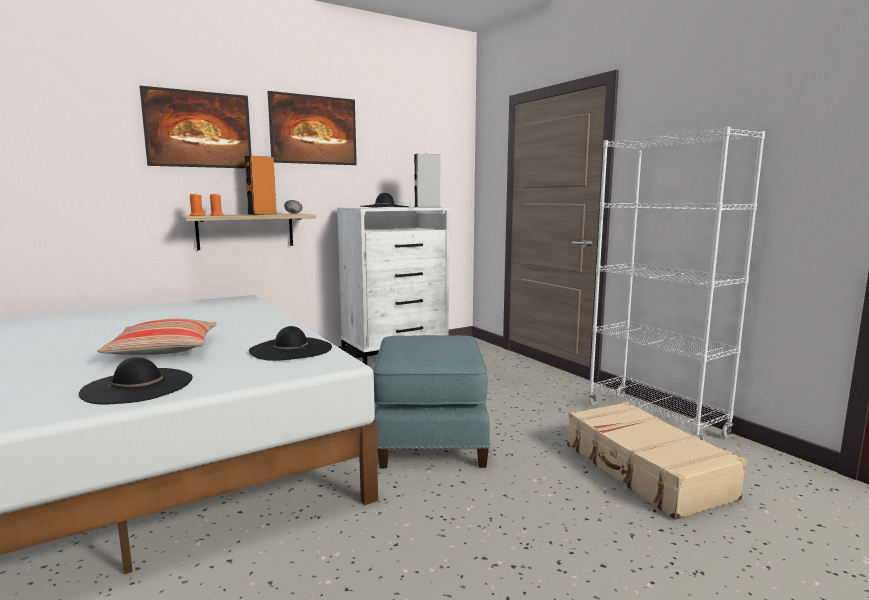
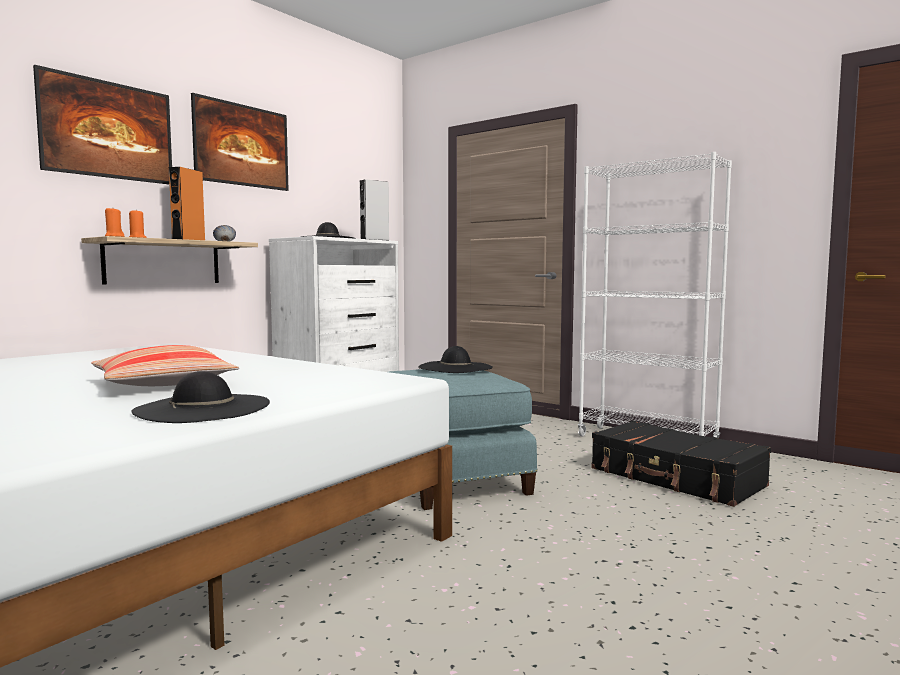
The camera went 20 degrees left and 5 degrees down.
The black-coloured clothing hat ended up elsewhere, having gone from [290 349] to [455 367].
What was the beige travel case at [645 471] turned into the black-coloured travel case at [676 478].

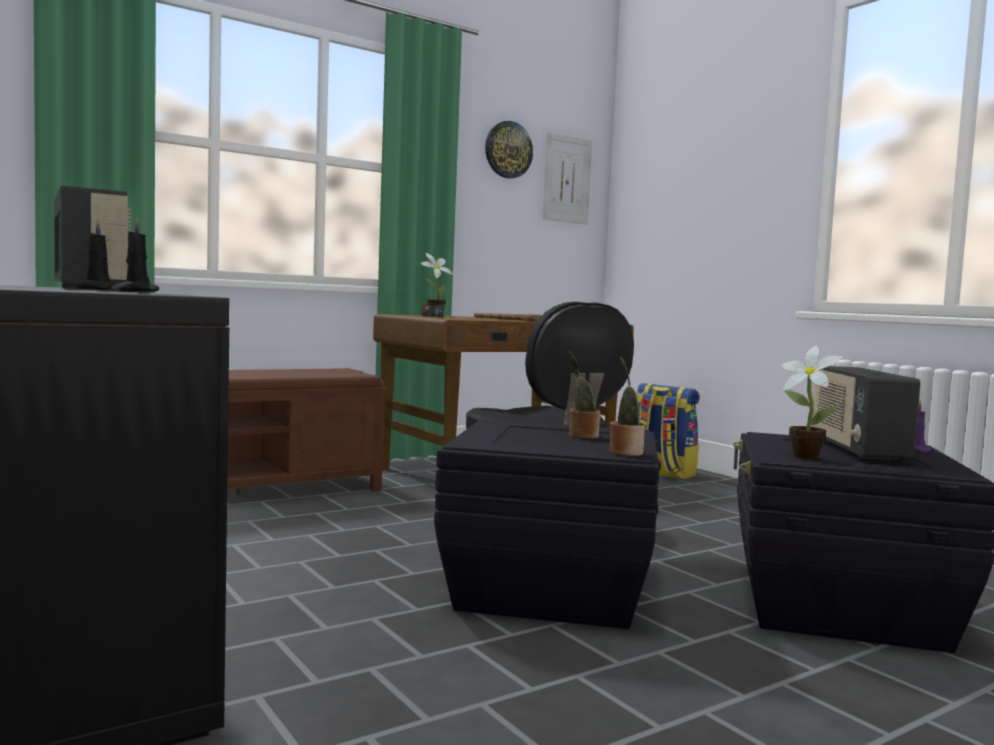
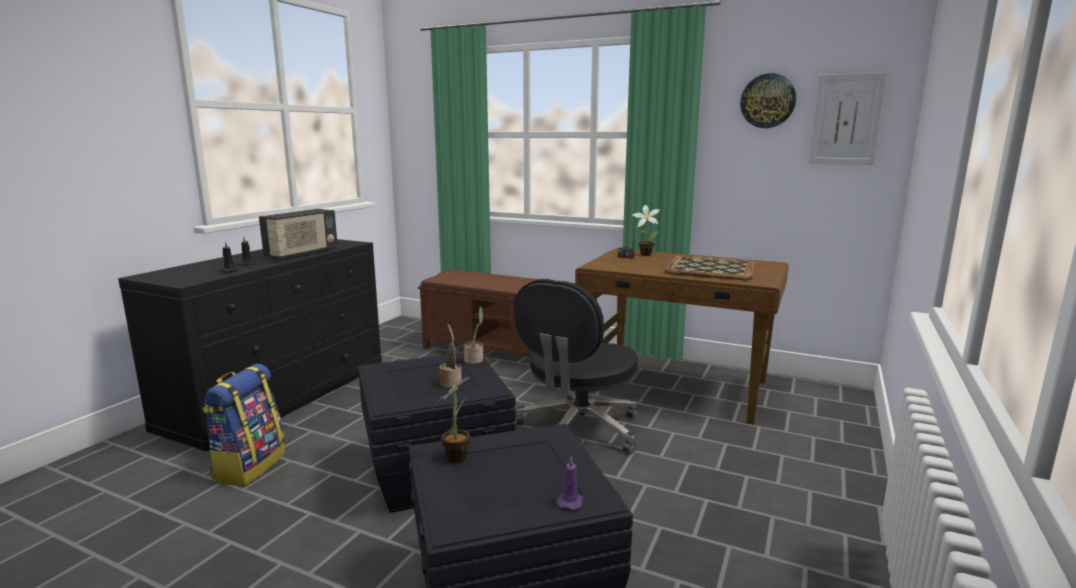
The camera went 60 degrees right and 10 degrees up.
The plant in a pot ended up elsewhere, having gone from [625 452] to [474 360].
The second view lost the radio receiver at [855 449].
The rucksack ended up elsewhere, having gone from [661 473] to [249 466].

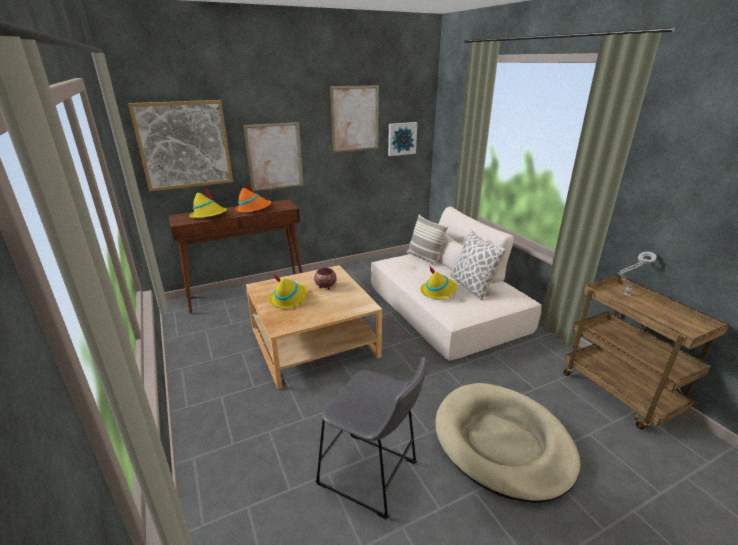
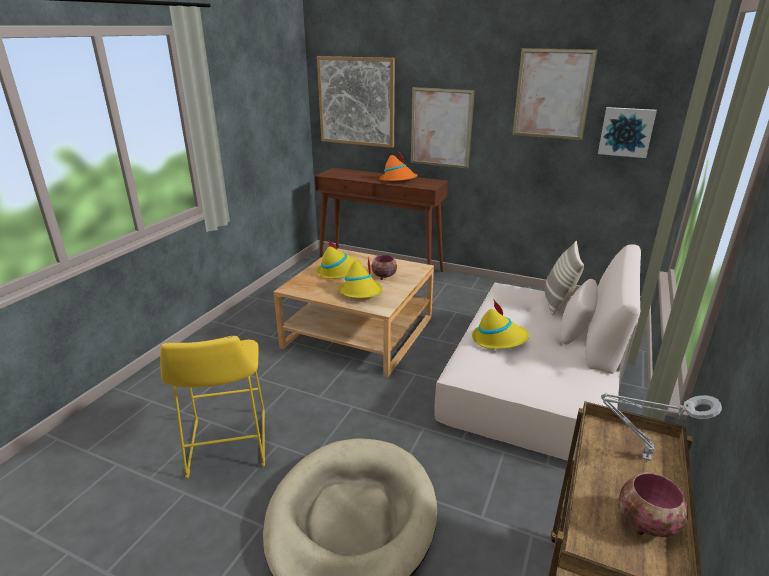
The camera went 50 degrees right and 0 degrees up.
The yellow clothing hat ended up elsewhere, having gone from [209 215] to [360 292].
The second view lost the cushion at [472 286].
What was the greyish sitting stool at [372 476] turned into the yellow sitting stool at [227 447].
The second view gained the bowl at [646 524].

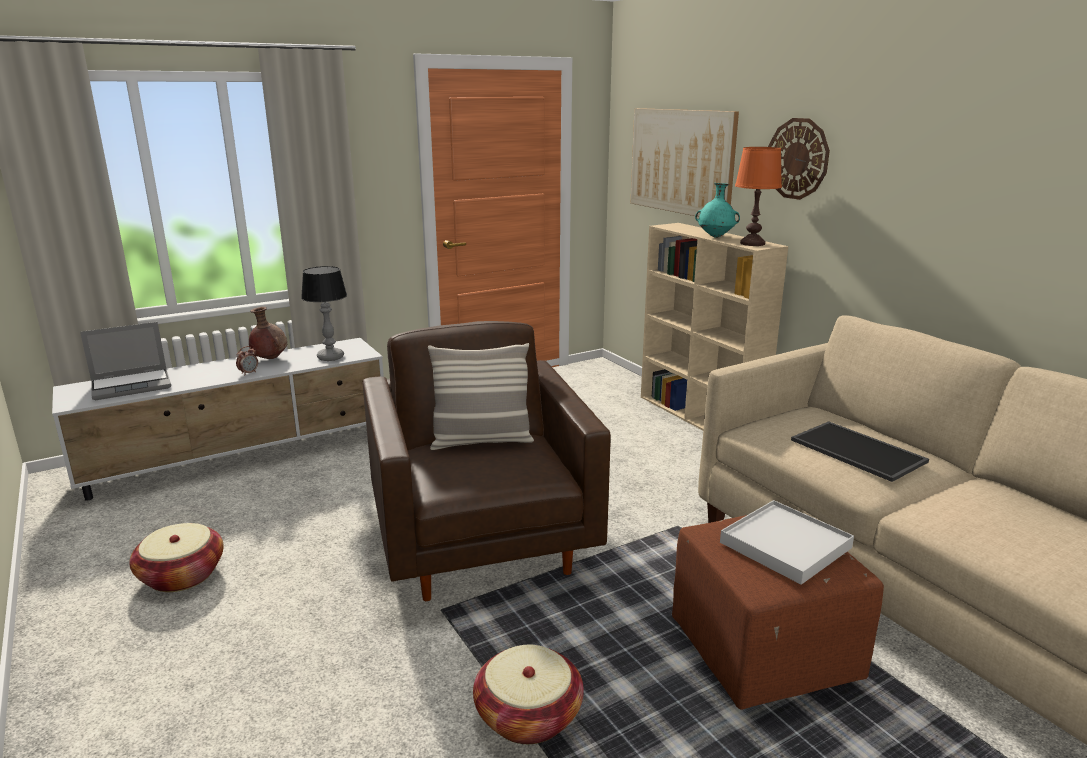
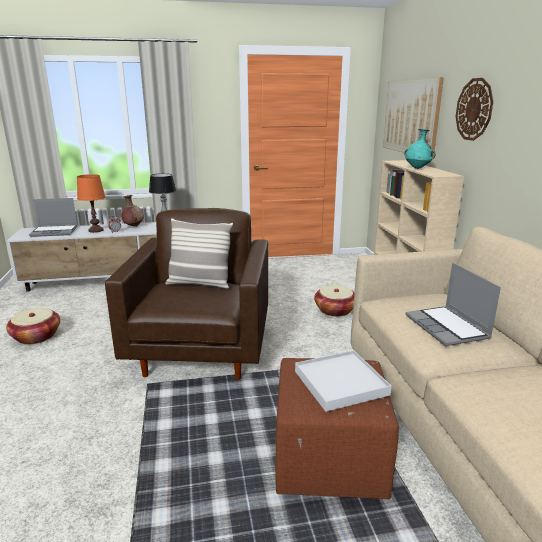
The camera went 20 degrees right and 0 degrees up.
The orangey lamp for a table ended up elsewhere, having gone from [752 244] to [96 230].
Where the tray stood at [859 451], the notebook computer came to stand at [448 327].
The household basket ended up elsewhere, having gone from [528 715] to [335 310].

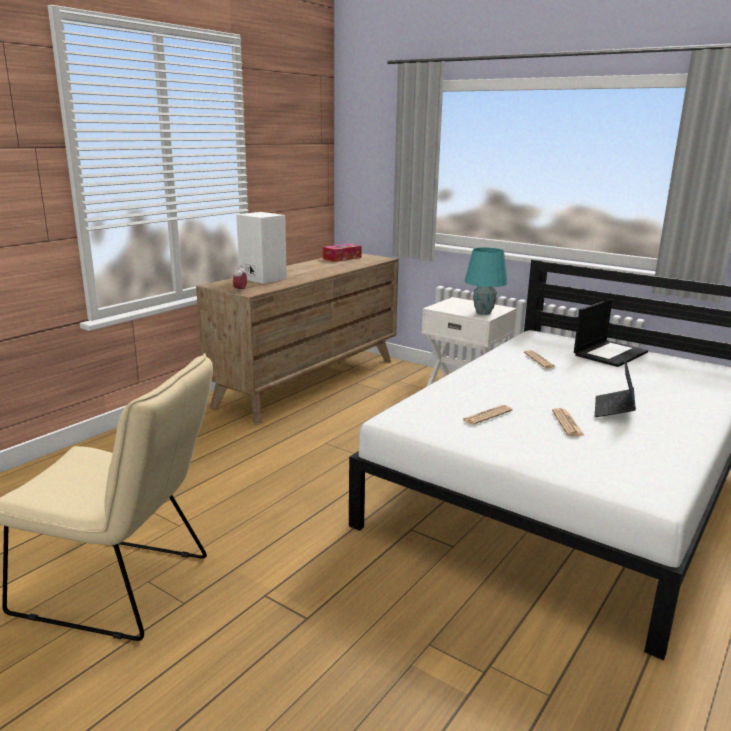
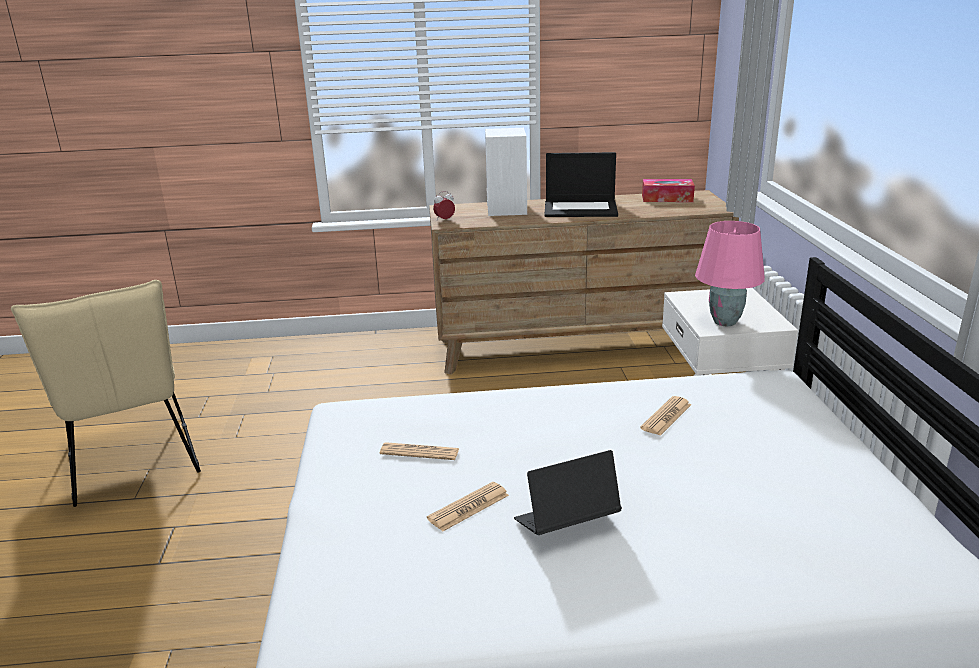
The camera went 50 degrees right and 5 degrees up.
What was the blue-green lamp for a table at [483 312] turned into the pink lamp for a table at [724 322].
The notebook computer ended up elsewhere, having gone from [610 353] to [581 209].

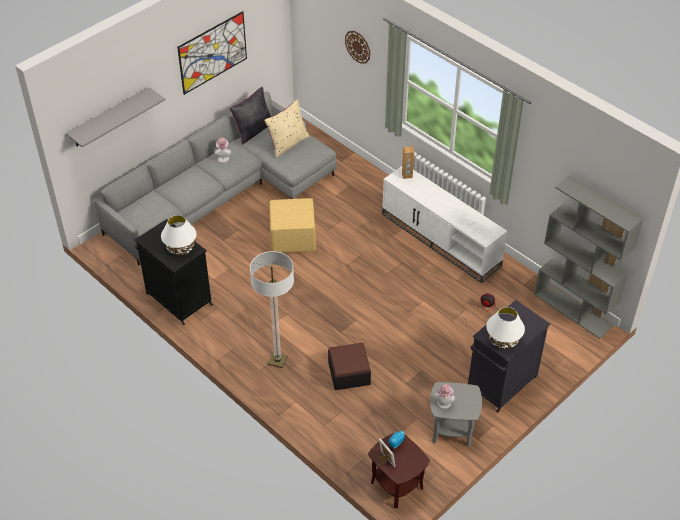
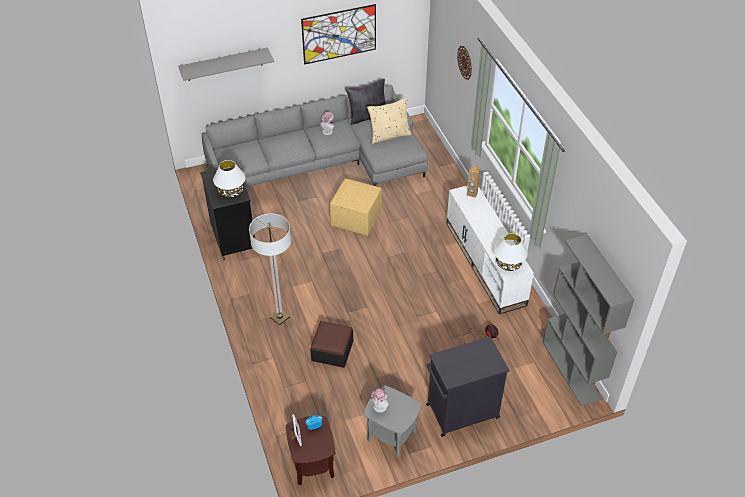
The camera went 25 degrees right and 0 degrees up.
The white lamp for a table ended up elsewhere, having gone from [503 340] to [508 263].

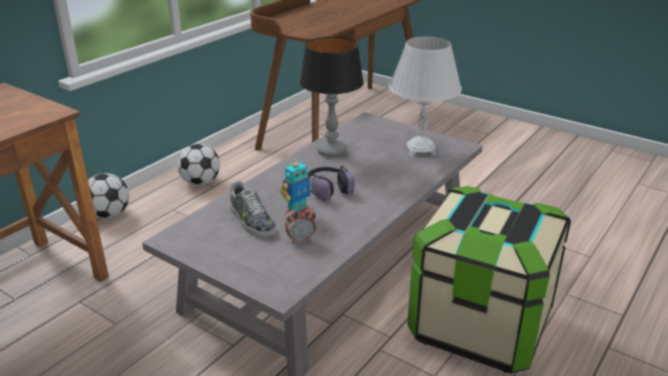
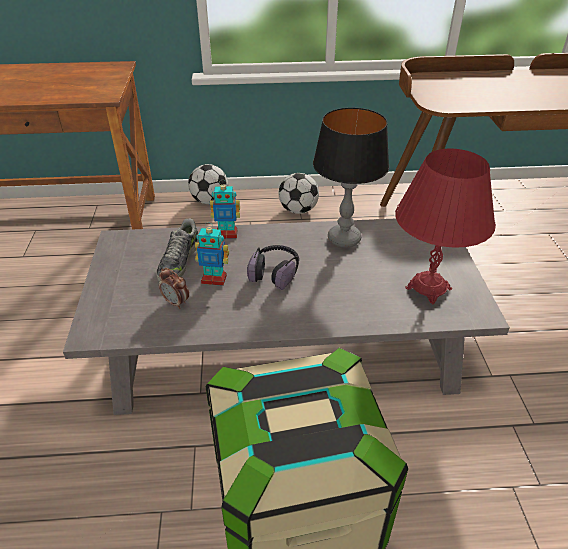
The camera went 50 degrees right and 10 degrees up.
What was the white lamp for a table at [420 149] turned into the red-coloured lamp for a table at [428 288].
The second view gained the model robot at [227 234].

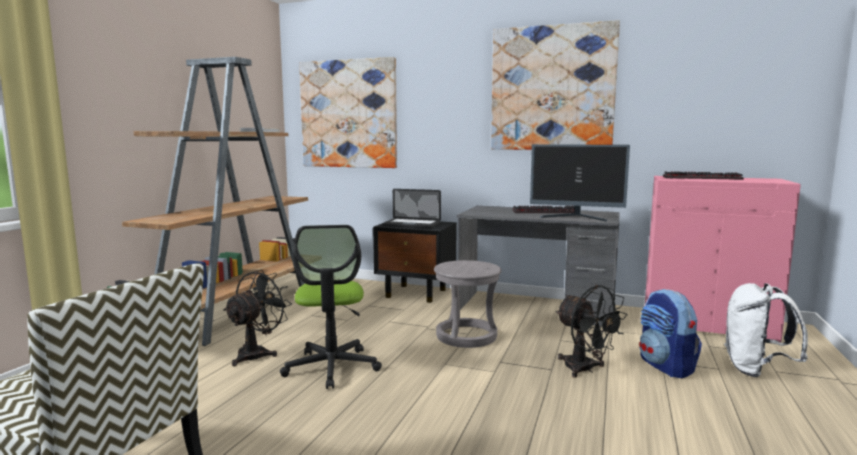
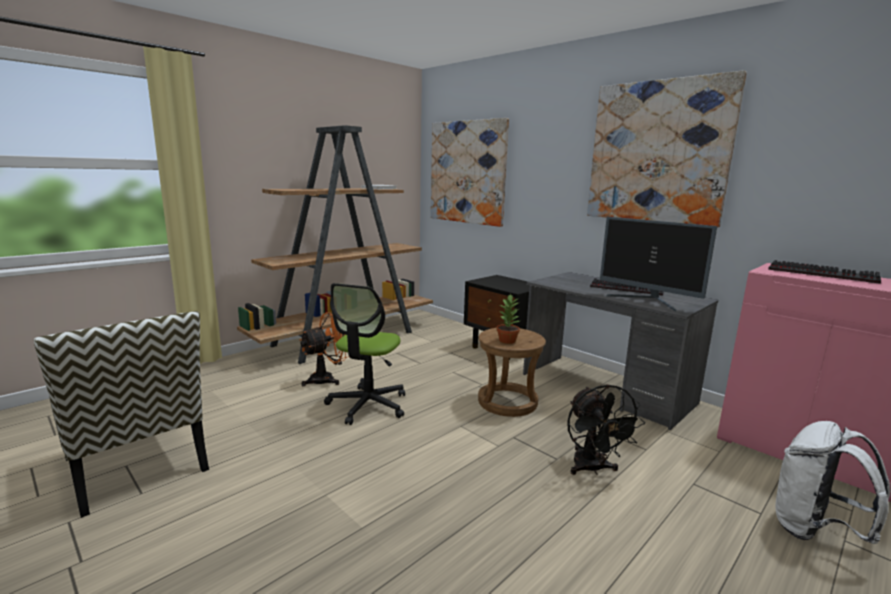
The camera went 25 degrees right and 5 degrees up.
The second view lost the notebook computer at [411 225].
What was the greyish sitting stool at [466 336] turned into the brown-coloured sitting stool at [507 402].
What was the black-coloured cooling fan at [257 353] turned into the orangey cooling fan at [327 379].
The second view lost the rucksack at [666 366].
The second view gained the plant in a pot at [507 341].

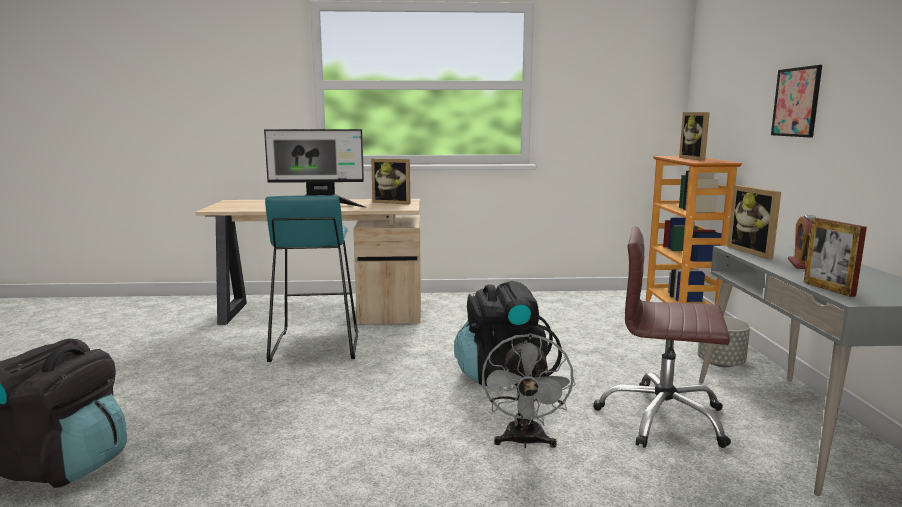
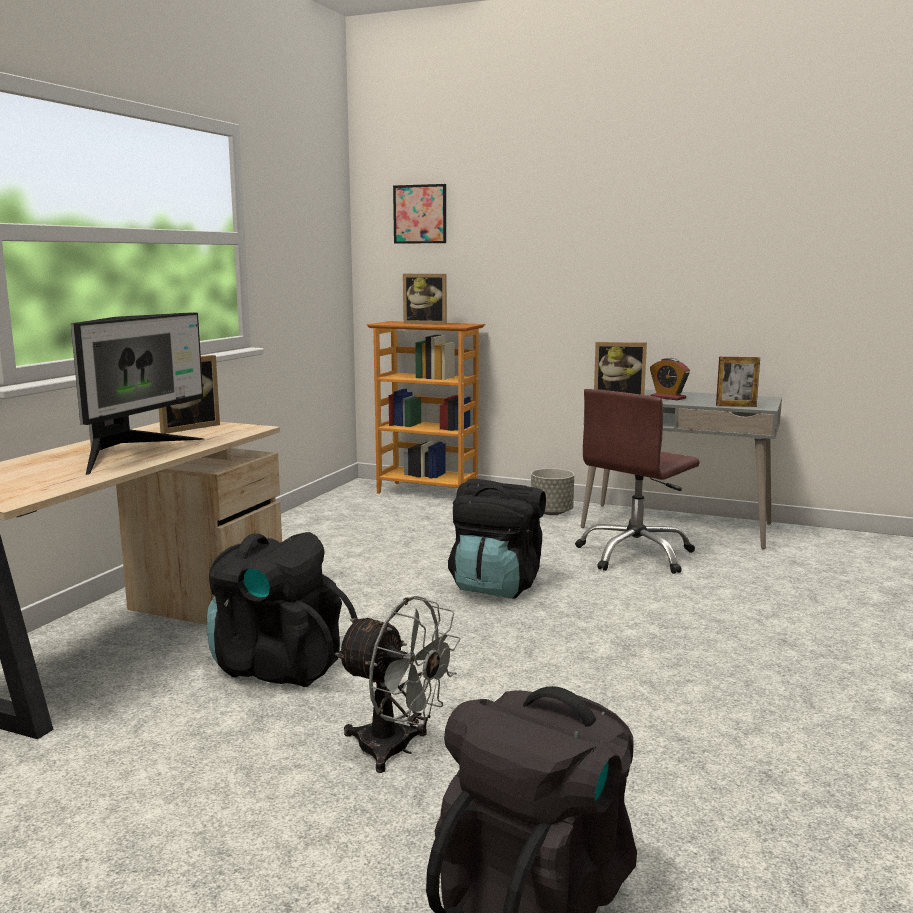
The camera went 65 degrees left and 0 degrees up.
The wall art ended up elsewhere, having gone from [796 102] to [420 214].
Where the blue-green sitting stool stood at [315 346], the black-coloured rucksack came to stand at [277 666].
The greyish cooling fan ended up elsewhere, having gone from [524 442] to [397 750].

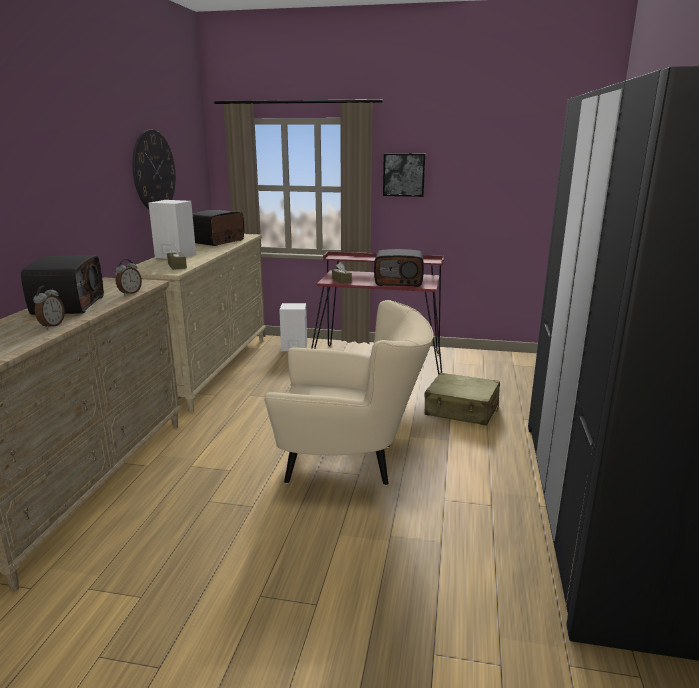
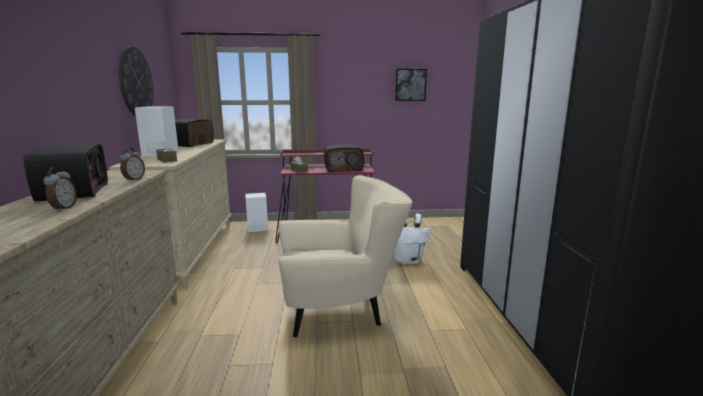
The camera went 15 degrees left and 5 degrees down.
The wall art ended up elsewhere, having gone from [404 174] to [410 84].
Where the beige travel case stood at [462 410], the white rucksack came to stand at [407 260].

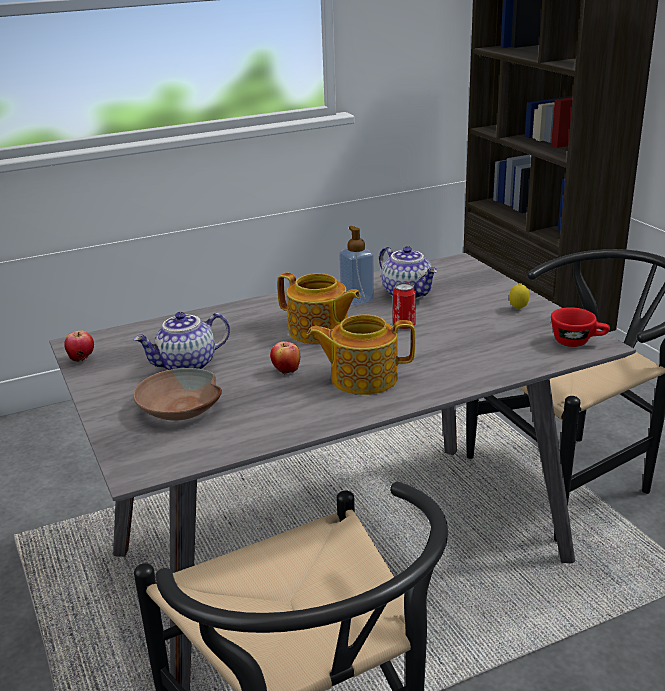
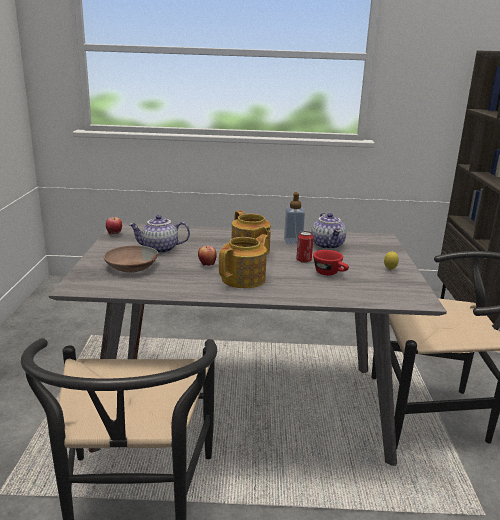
The camera went 25 degrees right and 5 degrees down.
The red-coloured cup ended up elsewhere, having gone from [578 342] to [330 273].
The pot for tea at [362 378] ended up facing another way, 105 degrees clockwise from before.

